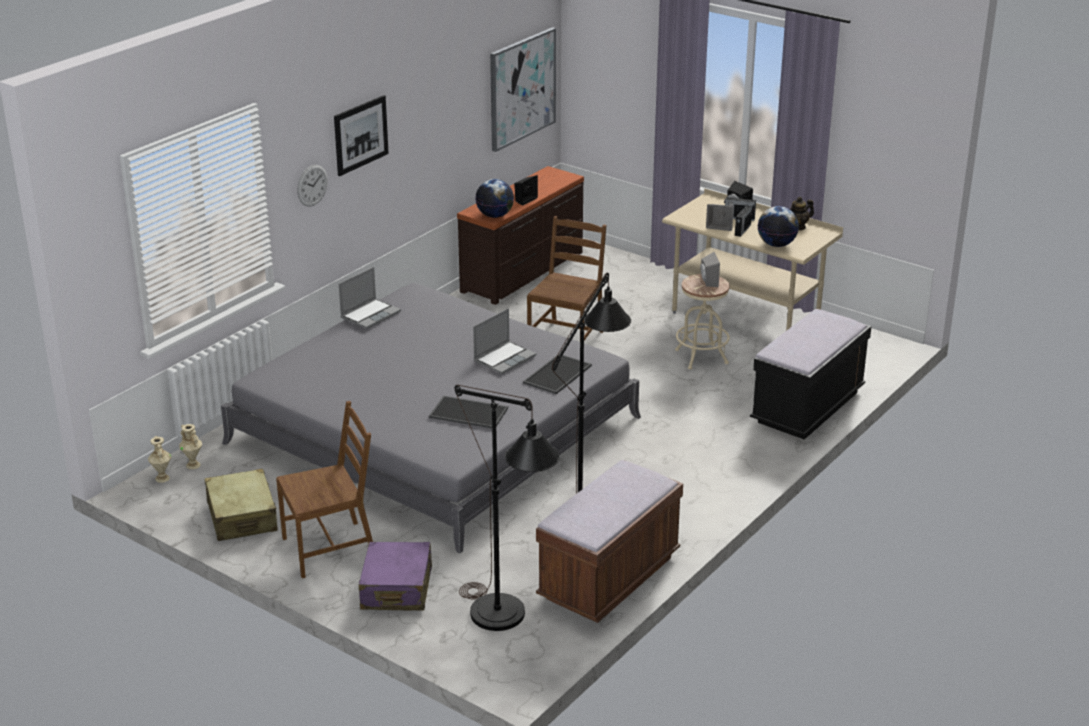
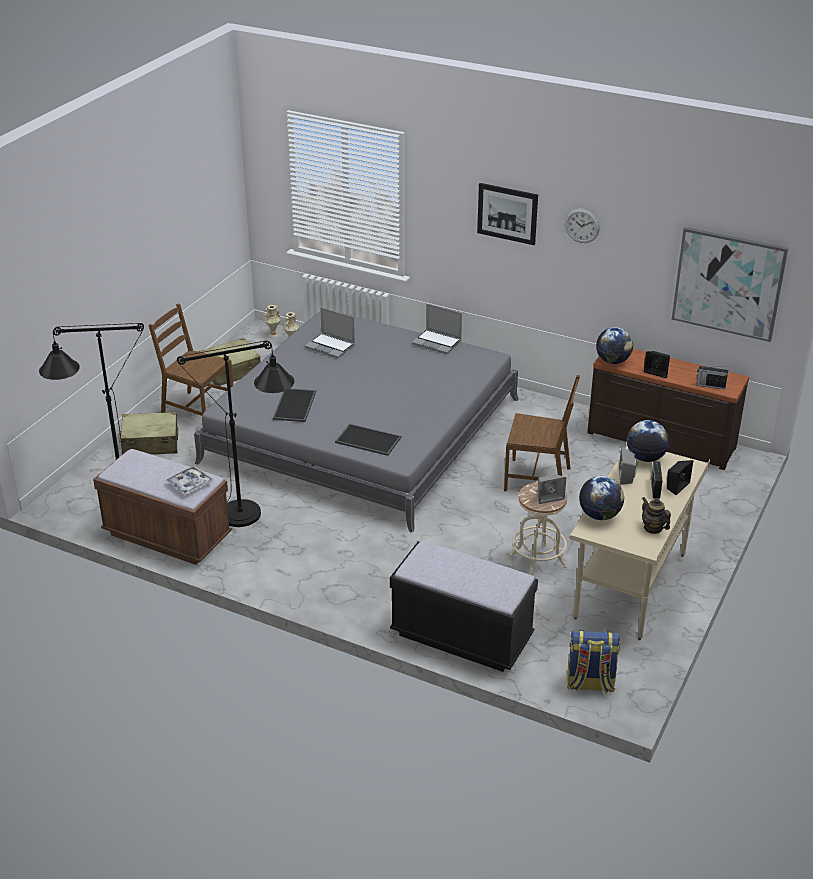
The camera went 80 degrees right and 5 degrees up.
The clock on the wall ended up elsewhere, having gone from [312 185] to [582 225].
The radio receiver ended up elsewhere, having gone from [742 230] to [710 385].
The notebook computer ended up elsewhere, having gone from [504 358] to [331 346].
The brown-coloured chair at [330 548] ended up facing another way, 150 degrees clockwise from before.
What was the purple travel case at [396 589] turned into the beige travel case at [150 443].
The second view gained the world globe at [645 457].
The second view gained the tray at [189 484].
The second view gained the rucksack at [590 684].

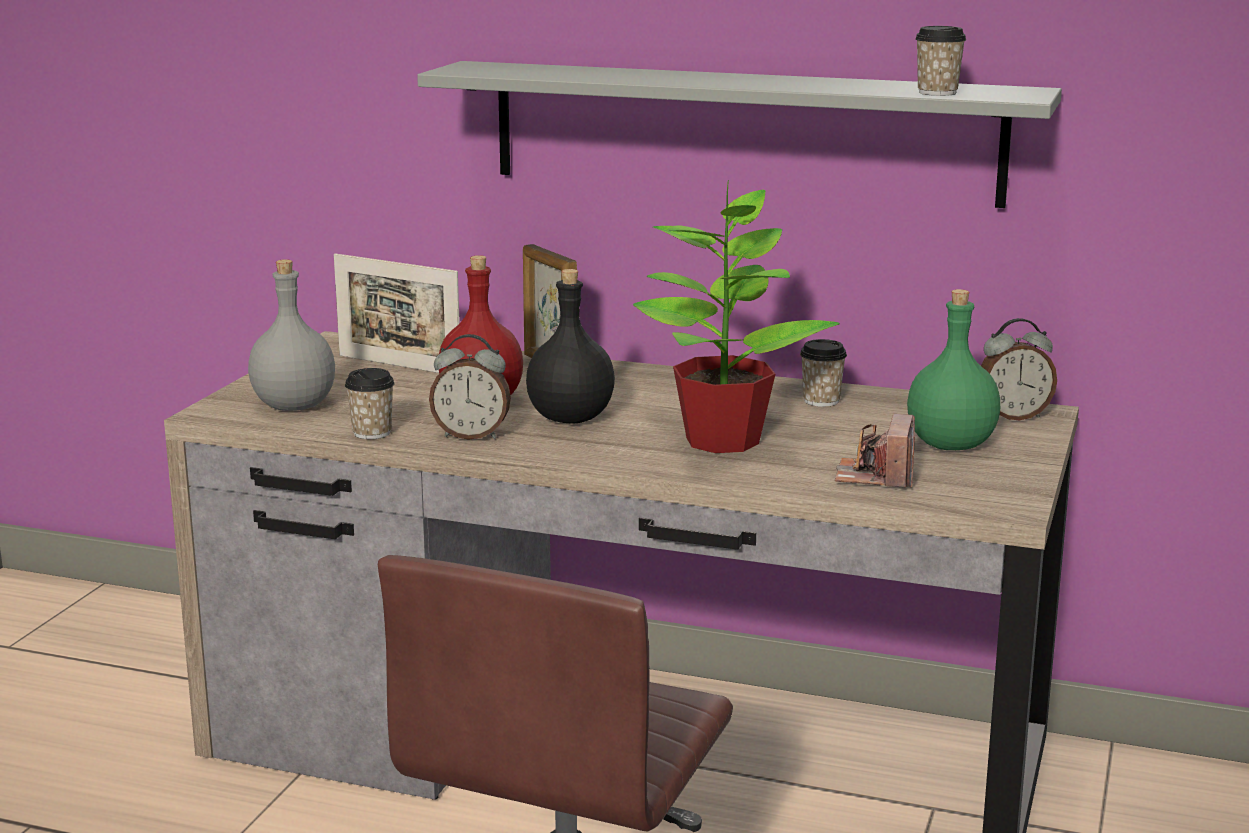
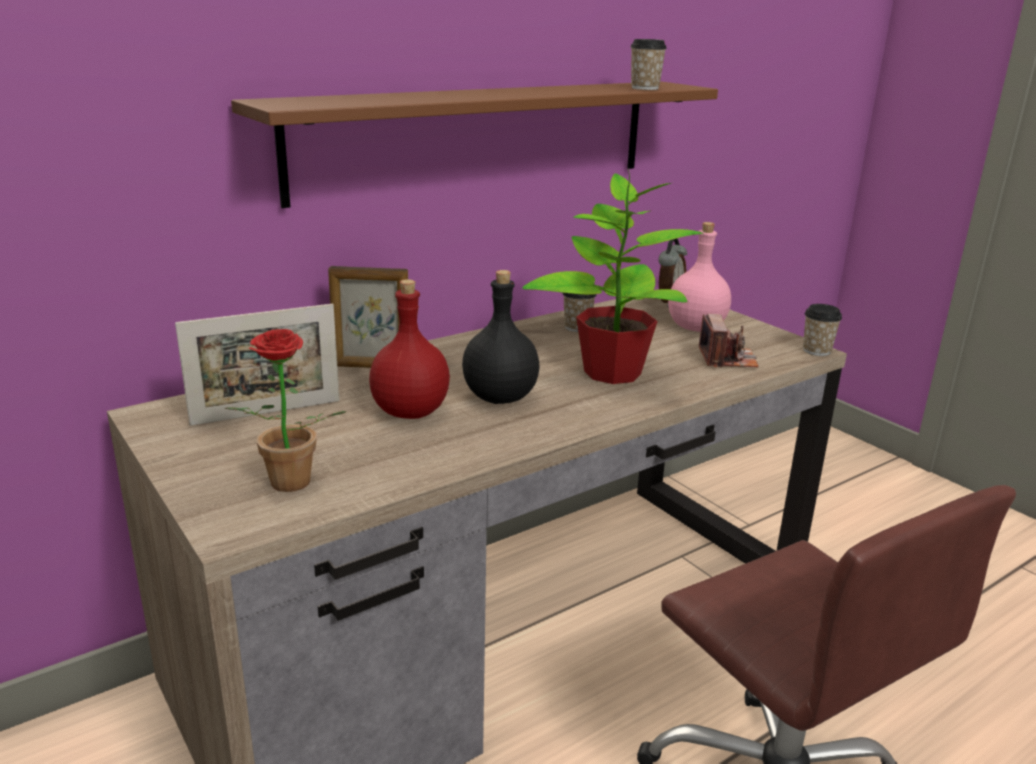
The camera went 55 degrees left and 5 degrees up.
What was the greyish bracket shelf at [743 132] turned into the brown-coloured bracket shelf at [479 138].
Where the greyish beverage bottle stood at [292 406], the plant in a pot came to stand at [286 486].
What was the green-coloured beverage bottle at [949 445] turned into the pink beverage bottle at [695 328].
The second view lost the alarm clock at [471 435].
The cup ended up elsewhere, having gone from [372 433] to [816 351].
The photo camera at [876 476] ended up facing another way, 135 degrees counterclockwise from before.

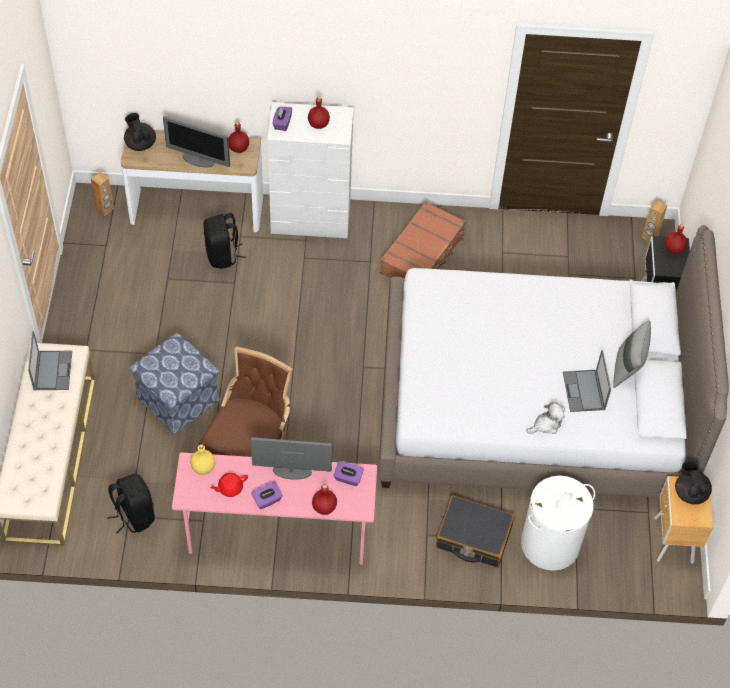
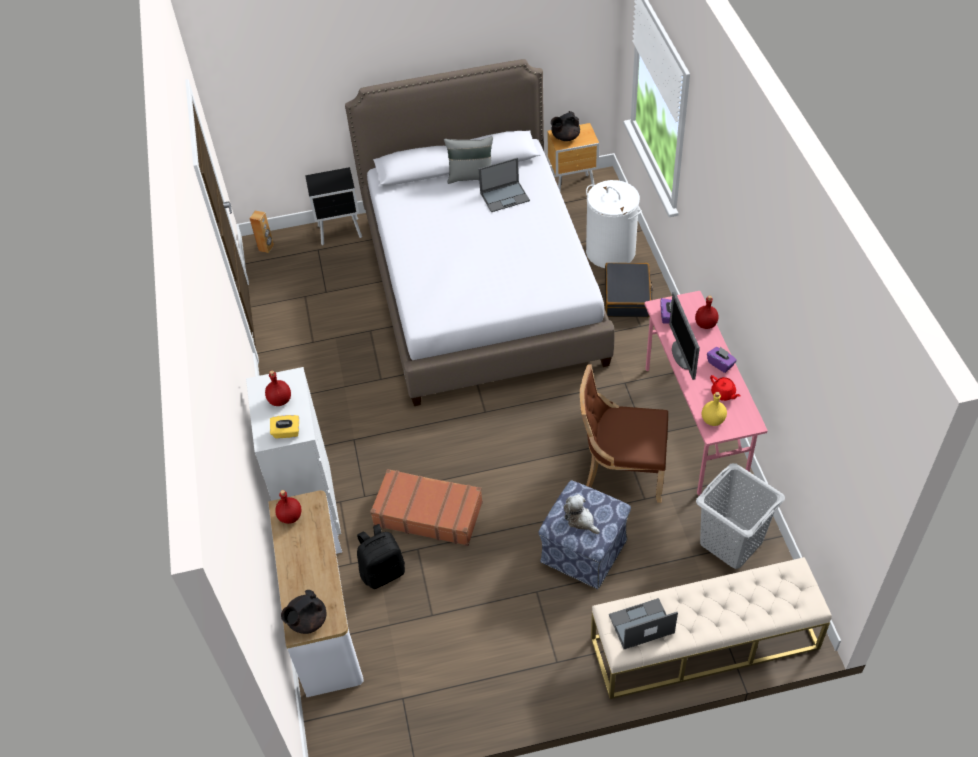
The camera went 100 degrees left and 5 degrees down.
What was the purple box of tissues at [282 123] turned into the yellow box of tissues at [286 432].
The second view lost the computer screen at [198 160].
The second view lost the brown-coloured loudspeaker at [105 209].
The brown-coloured travel case ended up elsewhere, having gone from [423 254] to [428 513].
The second view lost the red-coloured beverage bottle at [674 249].
The plush toy ended up elsewhere, having gone from [546 424] to [580 520].
Where the black-coloured rucksack stood at [134 515], the greyish hamper came to stand at [731 543].

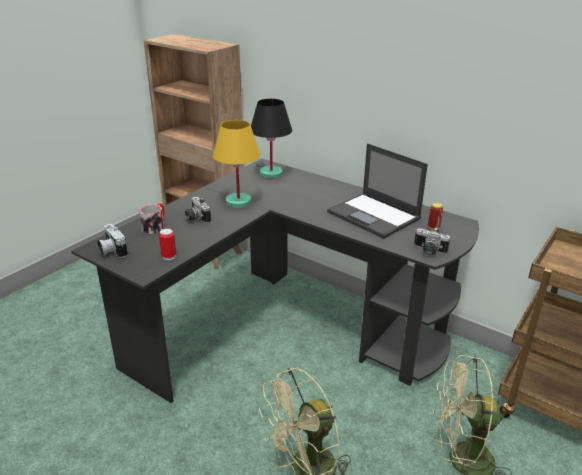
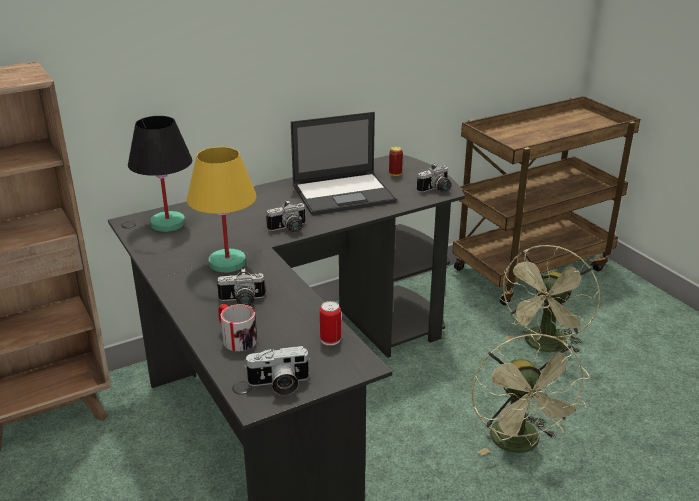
The camera went 65 degrees left and 0 degrees up.
The second view gained the photo camera at [289 229].

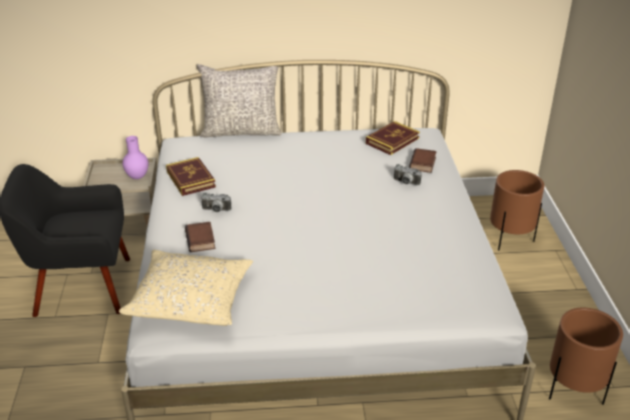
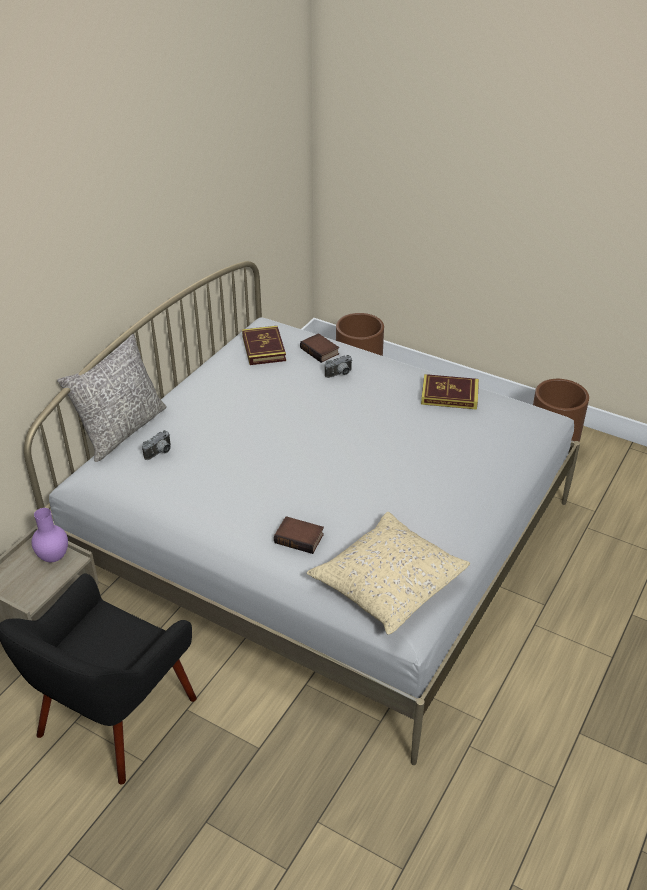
The camera went 55 degrees left and 5 degrees up.
The book ended up elsewhere, having gone from [190 179] to [449 395].
The photo camera ended up elsewhere, having gone from [216 210] to [160 453].

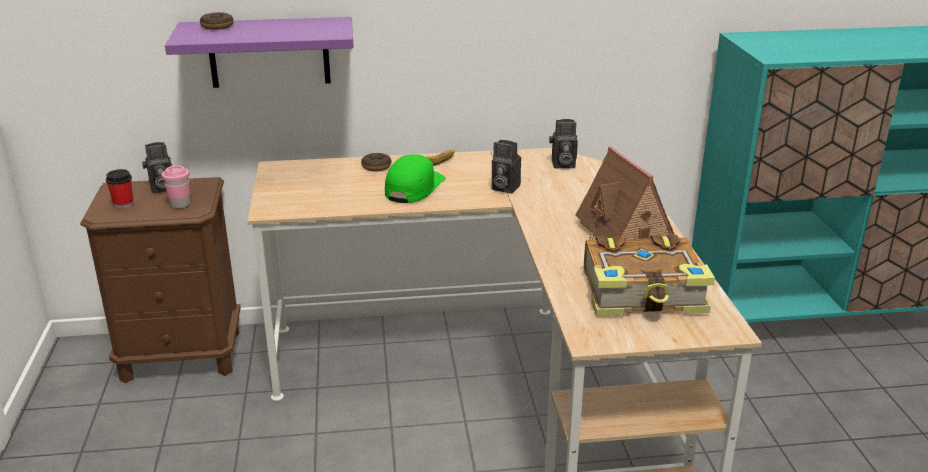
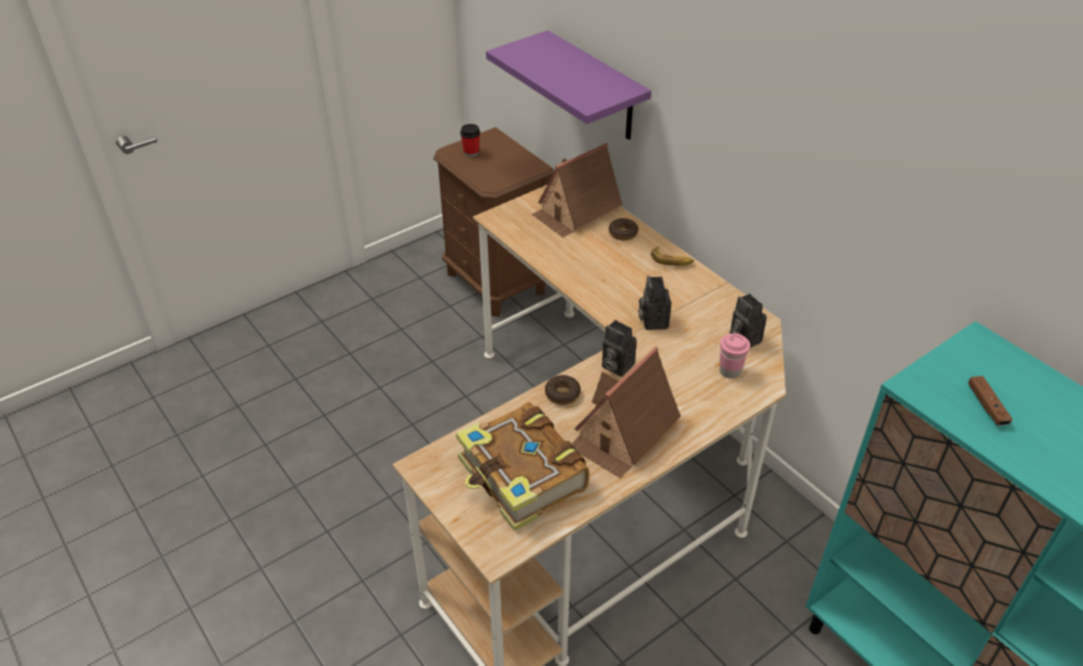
The camera went 60 degrees right and 15 degrees up.
The donut ended up elsewhere, having gone from [217 26] to [562 394].
The photo camera ended up elsewhere, having gone from [161 188] to [615 365].
The second view lost the green-coloured cap at [414 187].
The pink cup ended up elsewhere, having gone from [180 205] to [730 371].
The second view gained the miniature house at [576 212].
The second view gained the brown-coloured gamepad at [987 406].

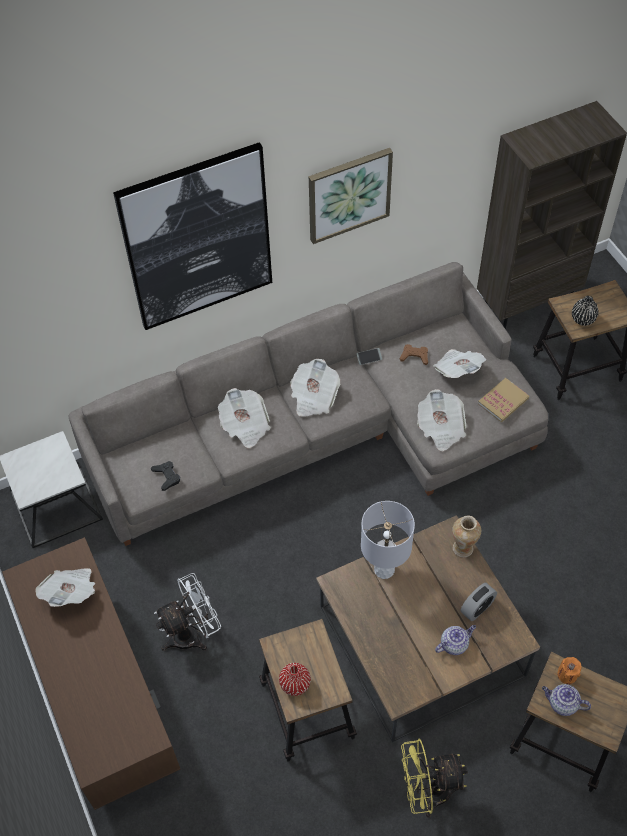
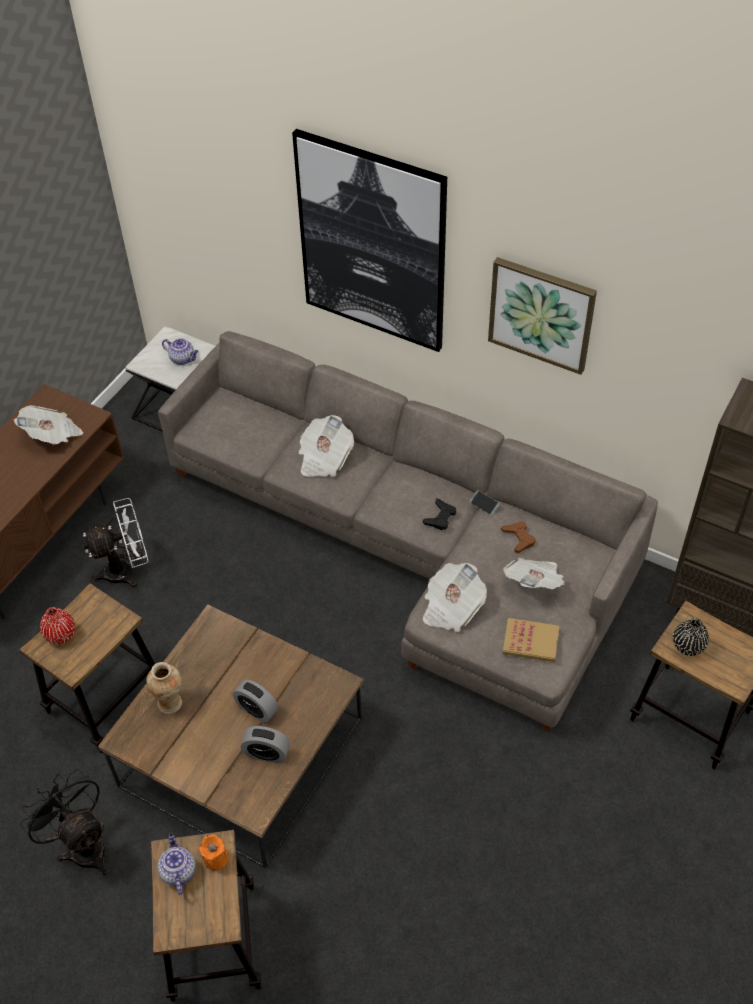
The camera went 55 degrees right and 5 degrees down.
The second view lost the daily paper at [313 397].
The black-coloured gamepad ended up elsewhere, having gone from [166 477] to [440 517].
The second view lost the greyish lamp for a table at [384 570].
The flower vase ended up elsewhere, having gone from [463 548] to [170 703].
The white cooling fan at [192 633] ended up facing another way, 45 degrees counterclockwise from before.
The pot for tea ended up elsewhere, having gone from [454 644] to [183 359].
What was the yellow cooling fan at [427 792] turned into the black-coloured cooling fan at [83 845].
The second view gained the alarm clock at [257 709].

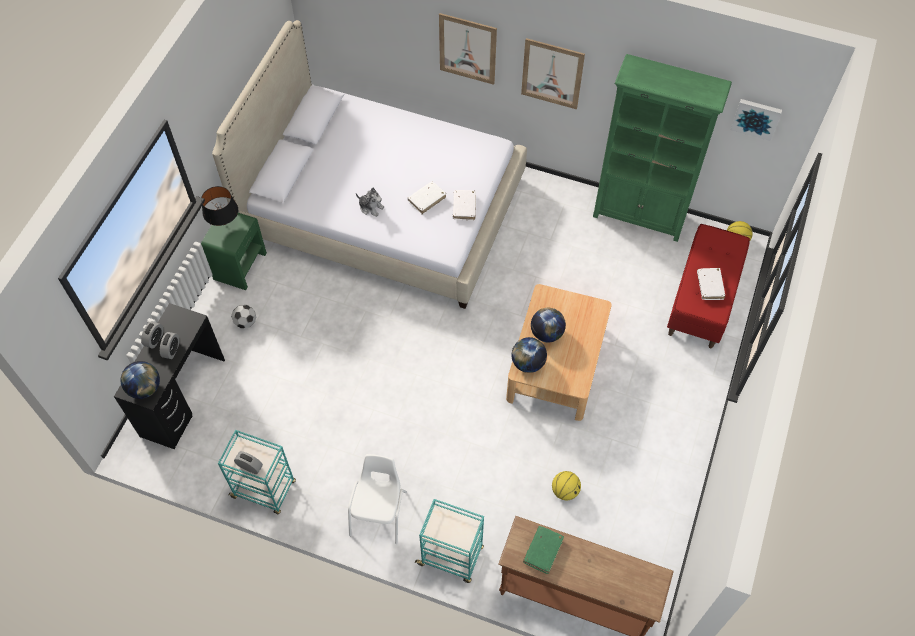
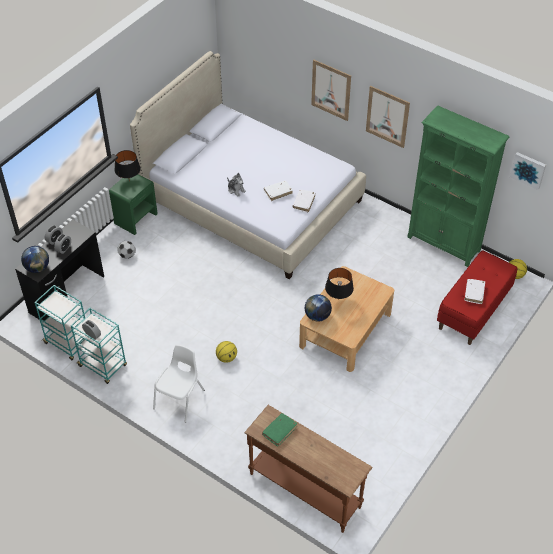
The camera went 15 degrees right and 10 degrees down.
Where the world globe stood at [546 333], the black-coloured lamp for a table came to stand at [338 299].
The ball for basketball ended up elsewhere, having gone from [565 490] to [227 358].
The blue-green cart ended up elsewhere, having gone from [451 556] to [68 343].

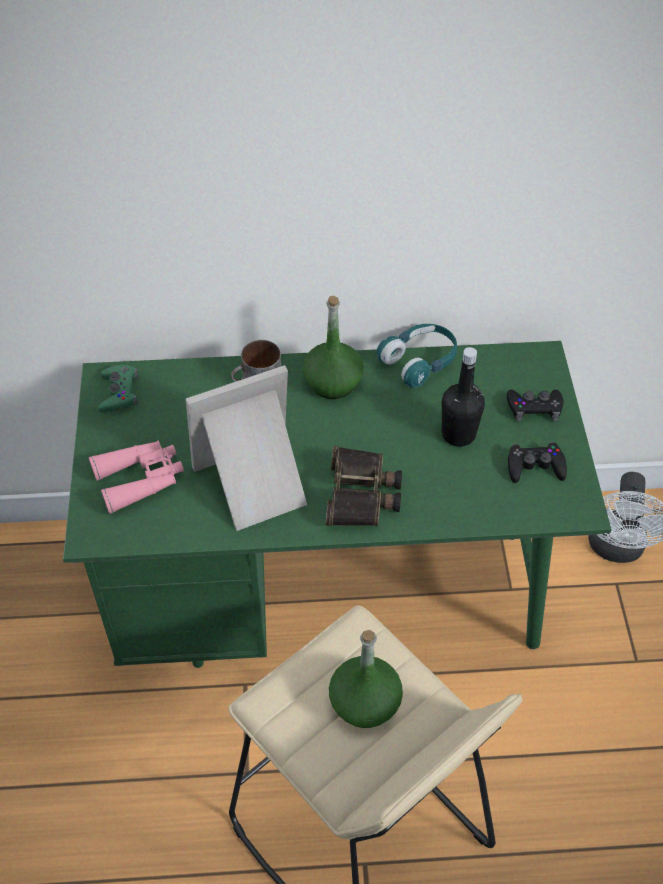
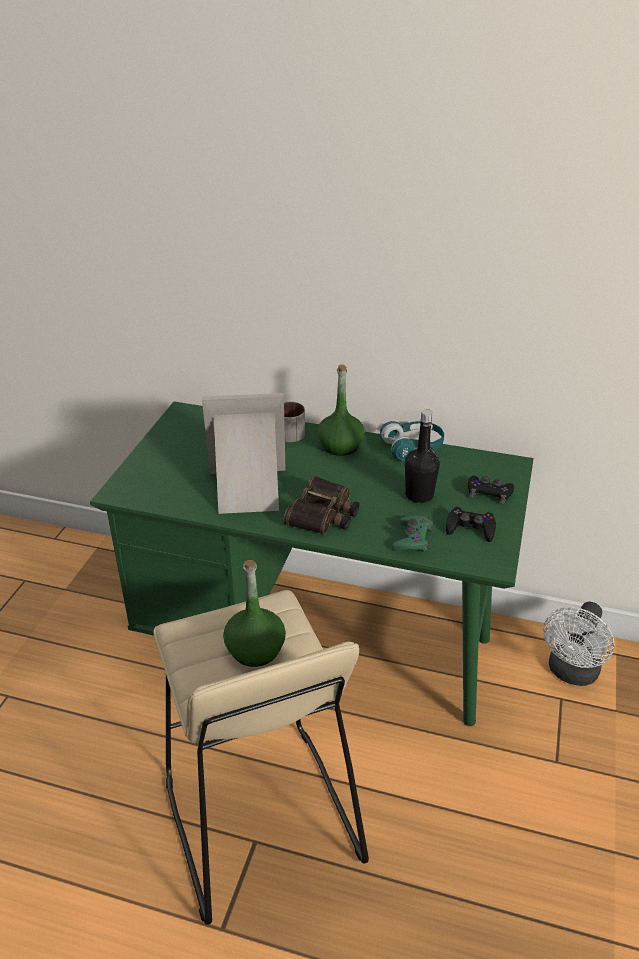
The camera went 20 degrees right and 15 degrees down.
The green-coloured gamepad ended up elsewhere, having gone from [119 393] to [412 538].
The second view lost the pink field glasses at [140 479].

